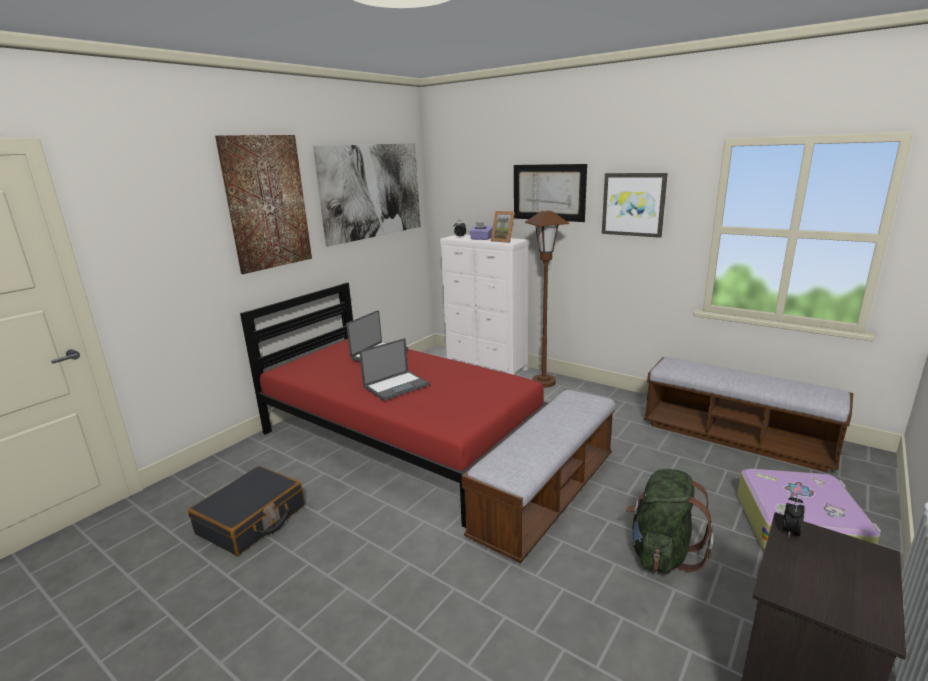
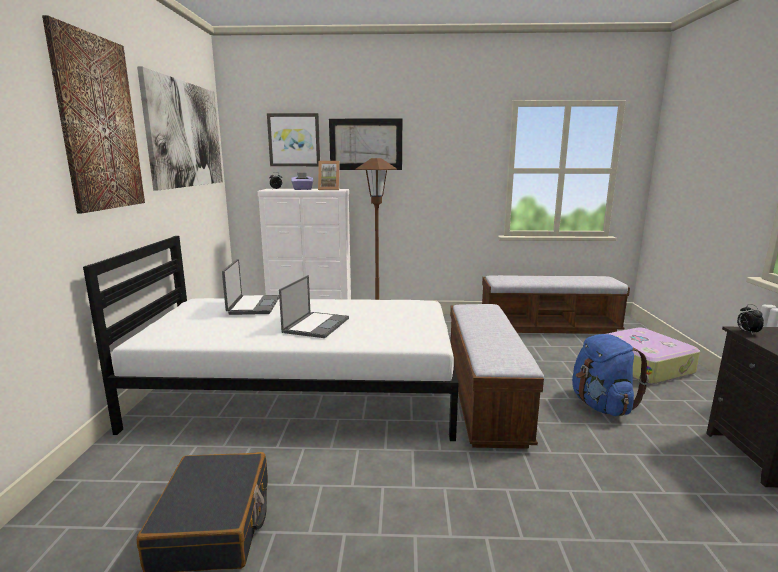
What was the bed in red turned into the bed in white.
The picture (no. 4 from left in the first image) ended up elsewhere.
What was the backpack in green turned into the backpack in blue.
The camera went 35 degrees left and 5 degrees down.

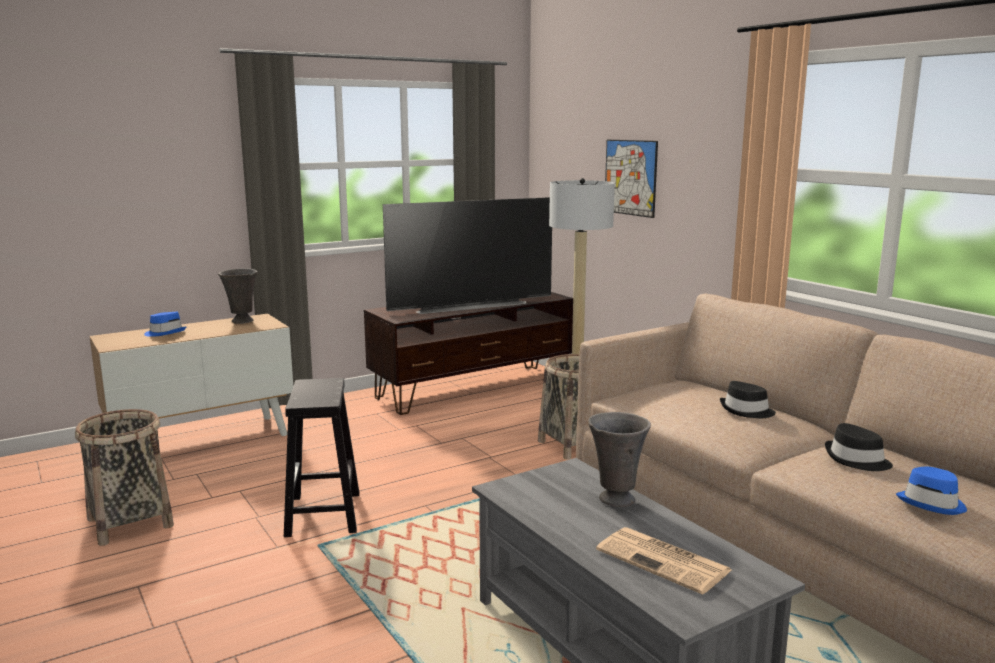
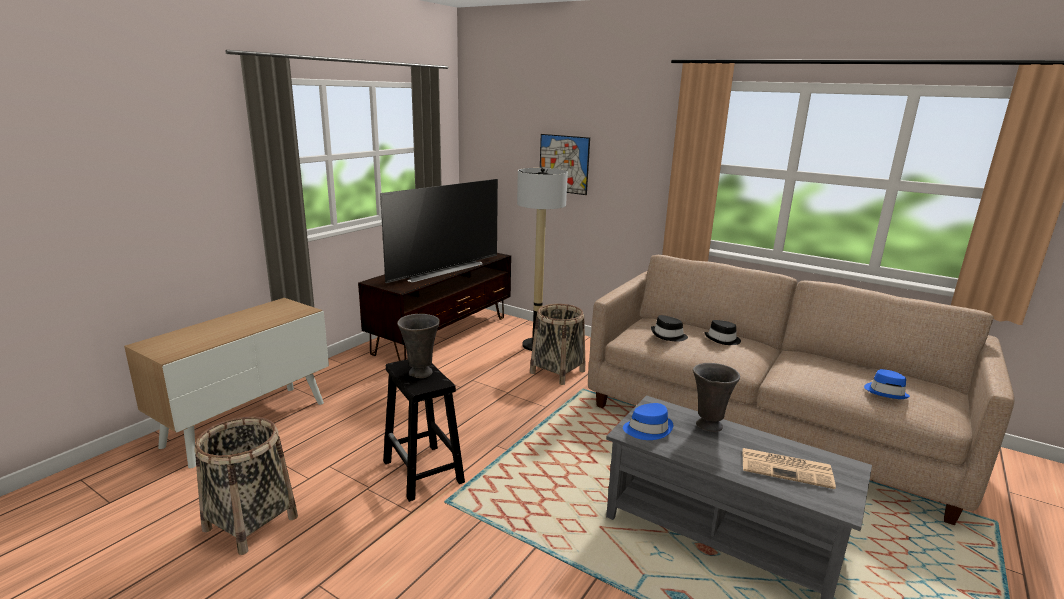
The vase in grey (no. 1 from left) ended up elsewhere.
The hat in blue (no. 1 from left) ended up elsewhere.
The hat in black (no. 2 from left in the first image) ended up elsewhere.
The camera went 25 degrees left and 5 degrees up.

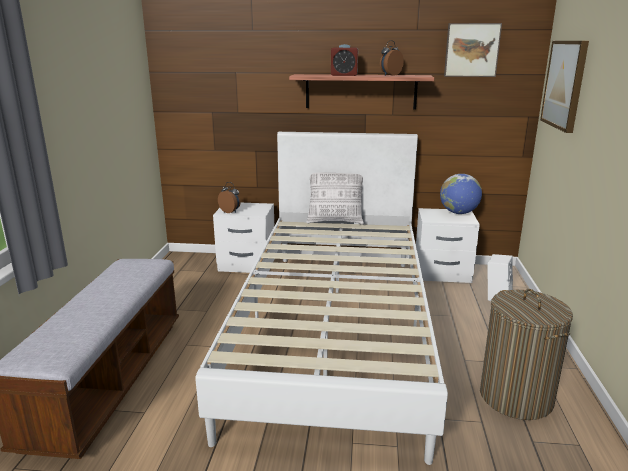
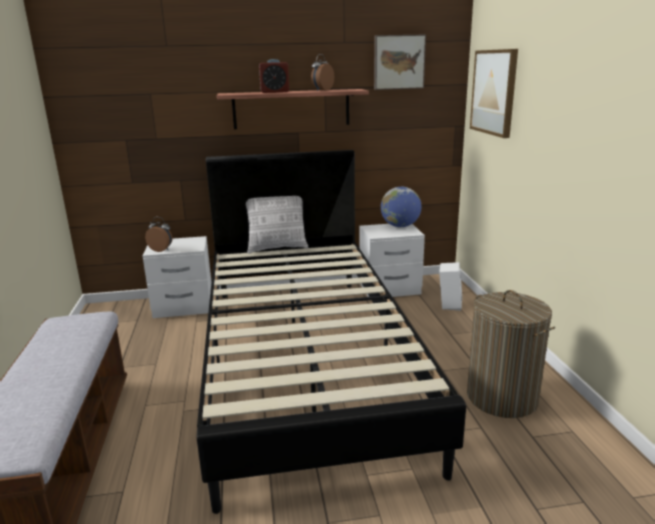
What was the bed in white turned into the bed in black.
The camera went 15 degrees left and 0 degrees up.

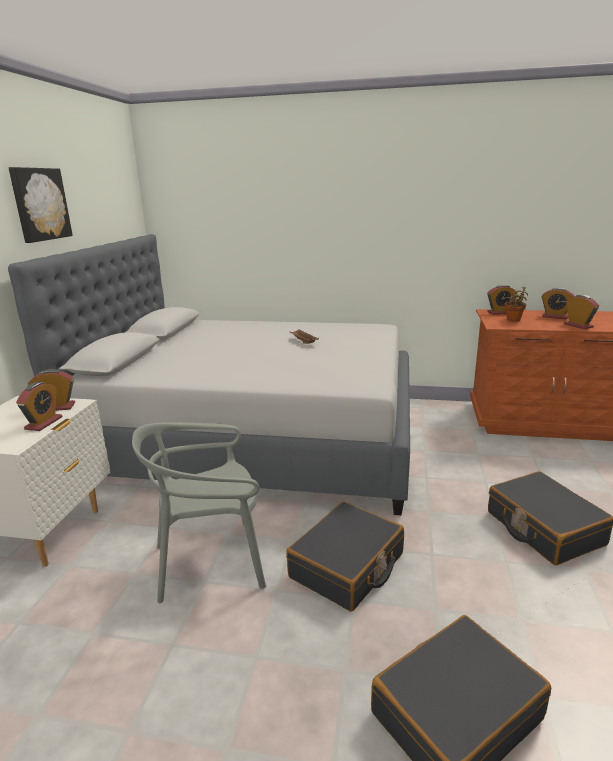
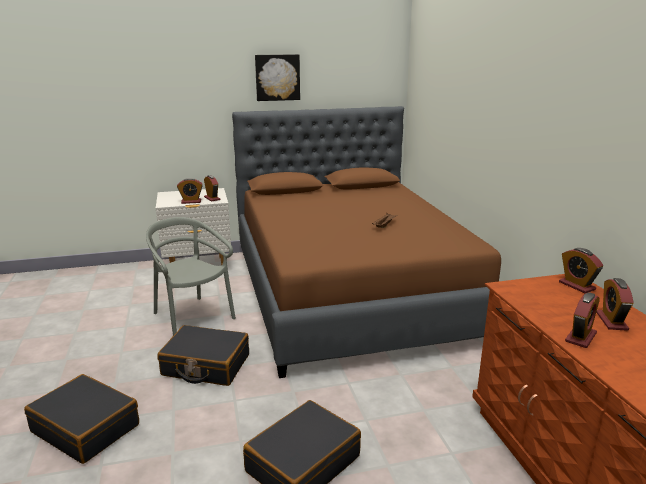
What was the bed in grey turned into the bed in brown.
The second view lost the potted plant.
The camera went 65 degrees right and 0 degrees up.

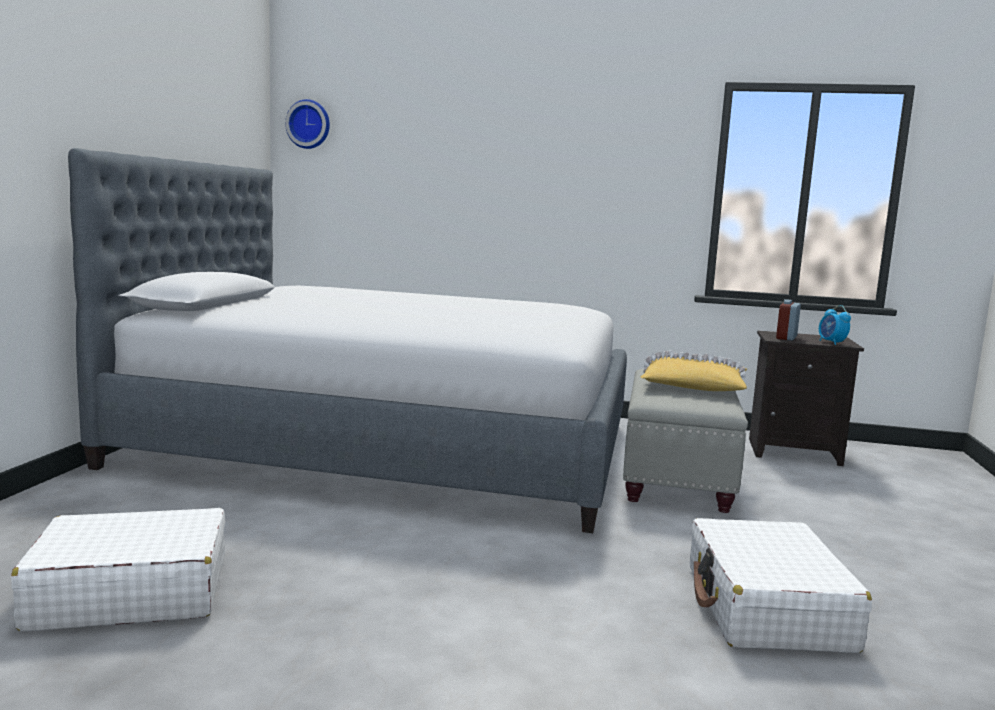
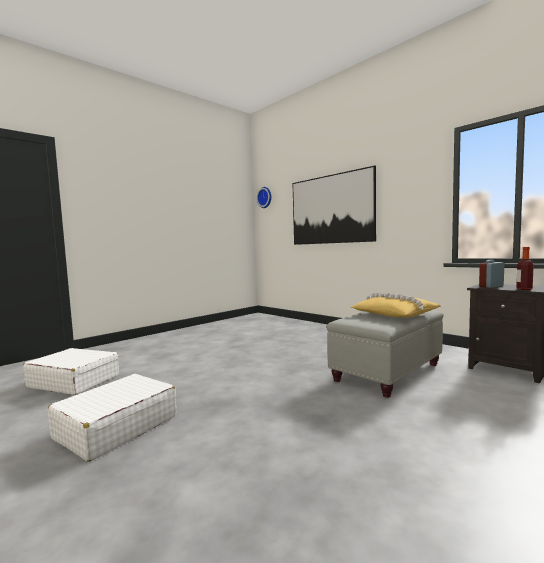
The suitcase in white (no. 2 from left) ended up elsewhere.
The second view gained the picture.
Where the alarm clock (no. 2 from left) stood, the bottle came to stand.
The second view lost the bed.
The camera went 35 degrees right and 5 degrees down.

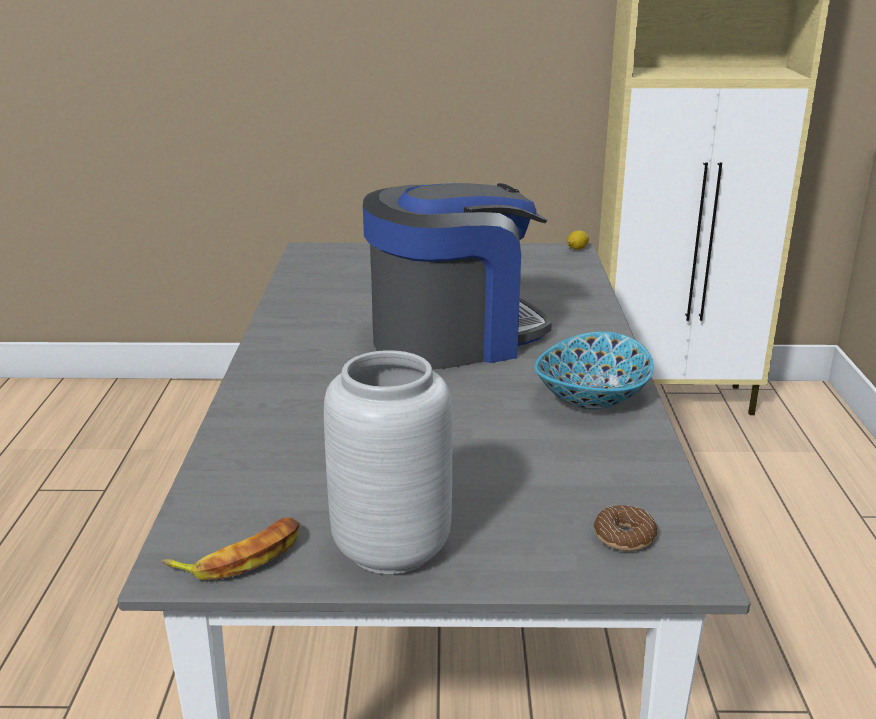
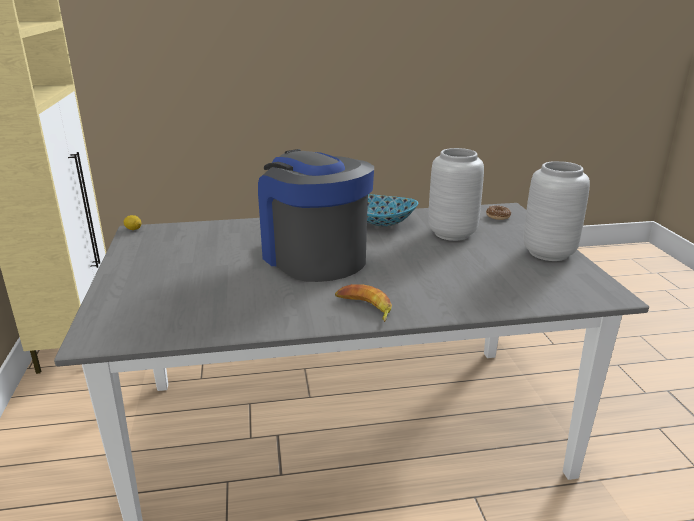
The banana ended up elsewhere.
The second view gained the vase in grey (no. 1 from left).
The camera went 100 degrees left and 0 degrees up.

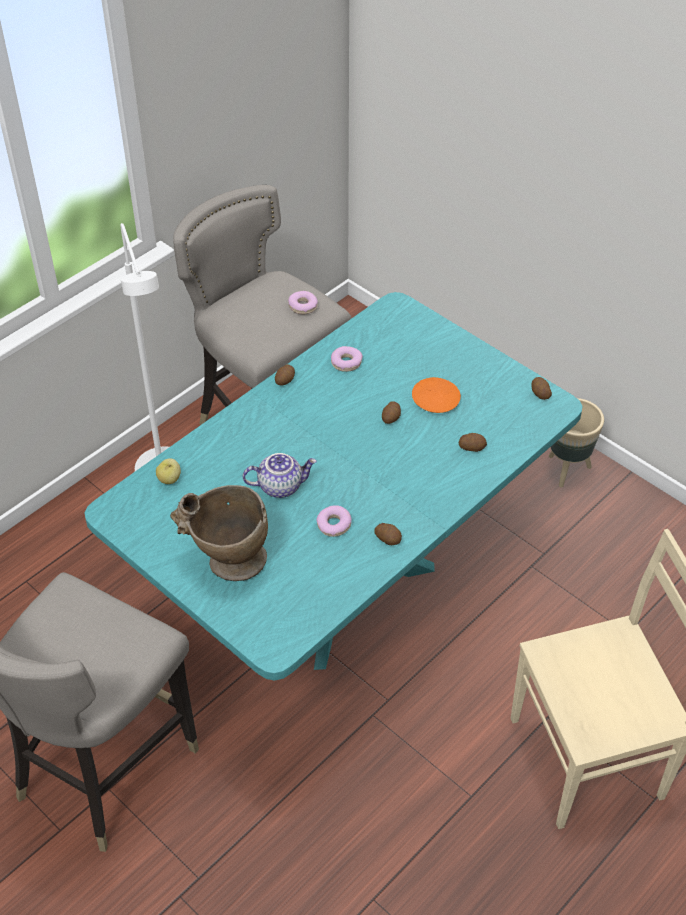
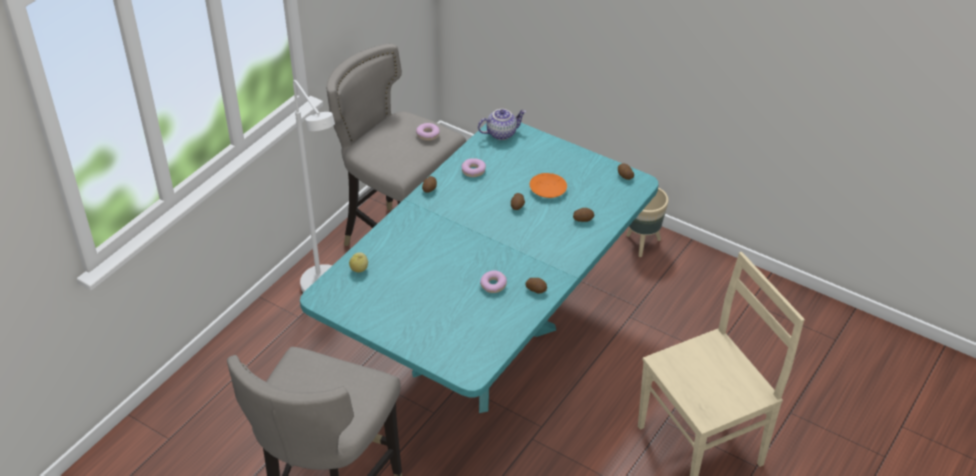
The teapot ended up elsewhere.
The second view lost the vase in beige.
The camera went 10 degrees left and 5 degrees down.

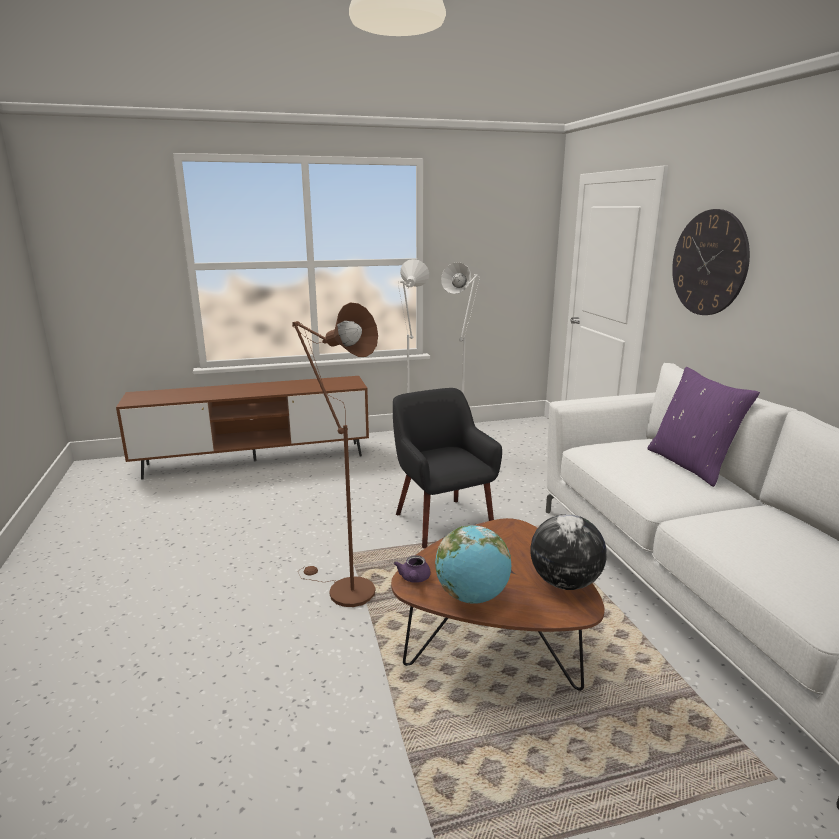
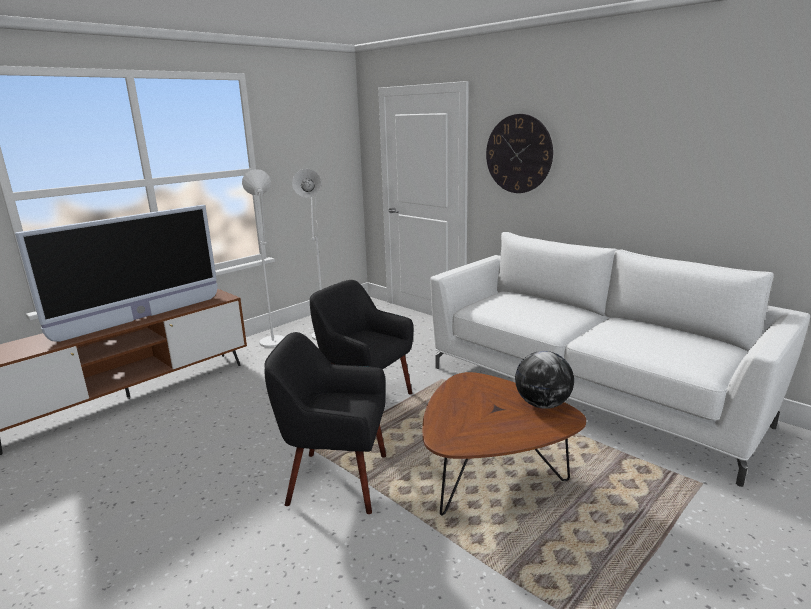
The second view gained the television.
Where the floor lamp in brown stood, the armchair in black (no. 1 from left) came to stand.
The second view lost the teapot in purple.
The second view lost the globe (no. 1 from left).
The second view lost the pillow in purple.
The camera went 30 degrees left and 0 degrees up.

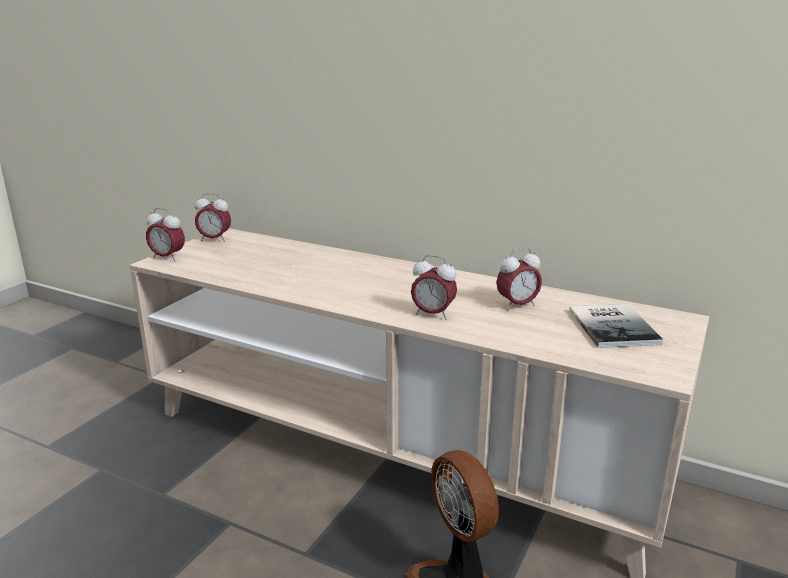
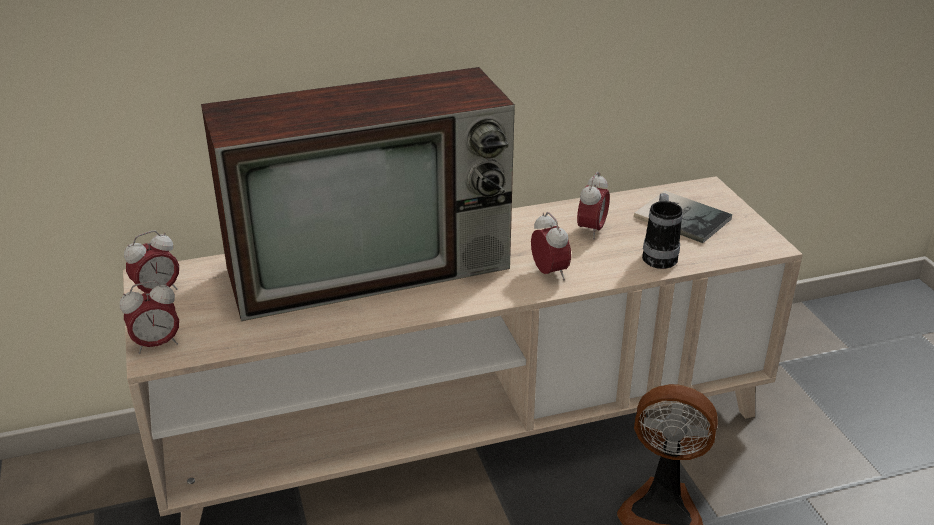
The second view gained the television.
The alarm clock (no. 3 from left) ended up facing another way, 90 degrees counterclockwise from before.
The second view gained the mug.
The camera went 45 degrees left and 10 degrees up.

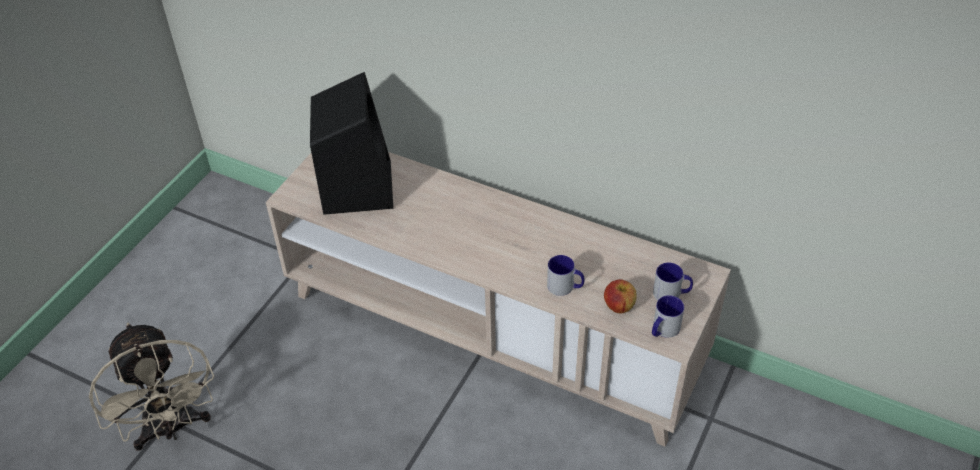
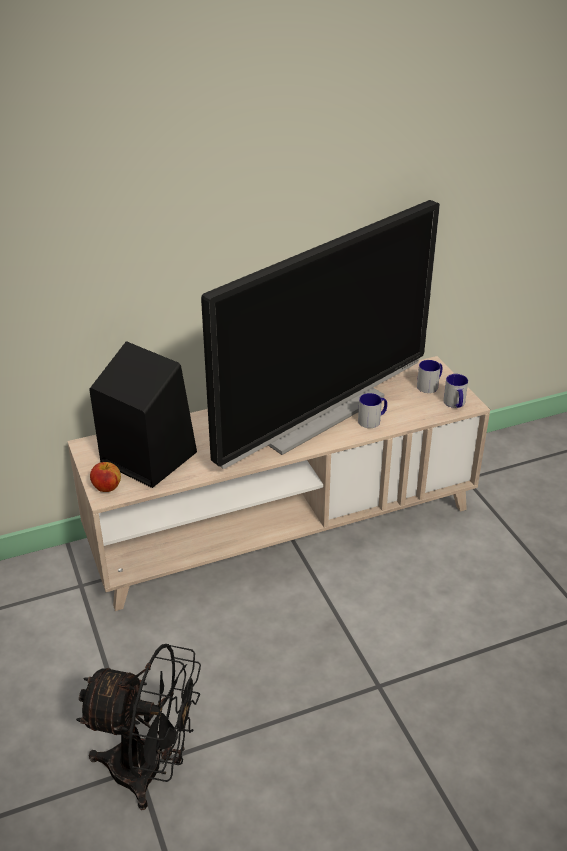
What was the fan in beige turned into the fan in black.
The apple ended up elsewhere.
The second view gained the television.
The camera went 50 degrees left and 10 degrees down.

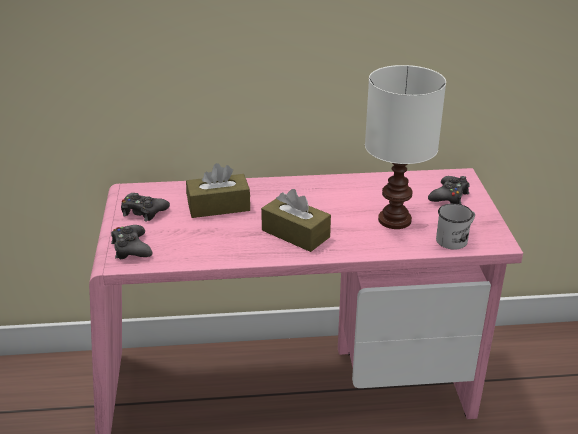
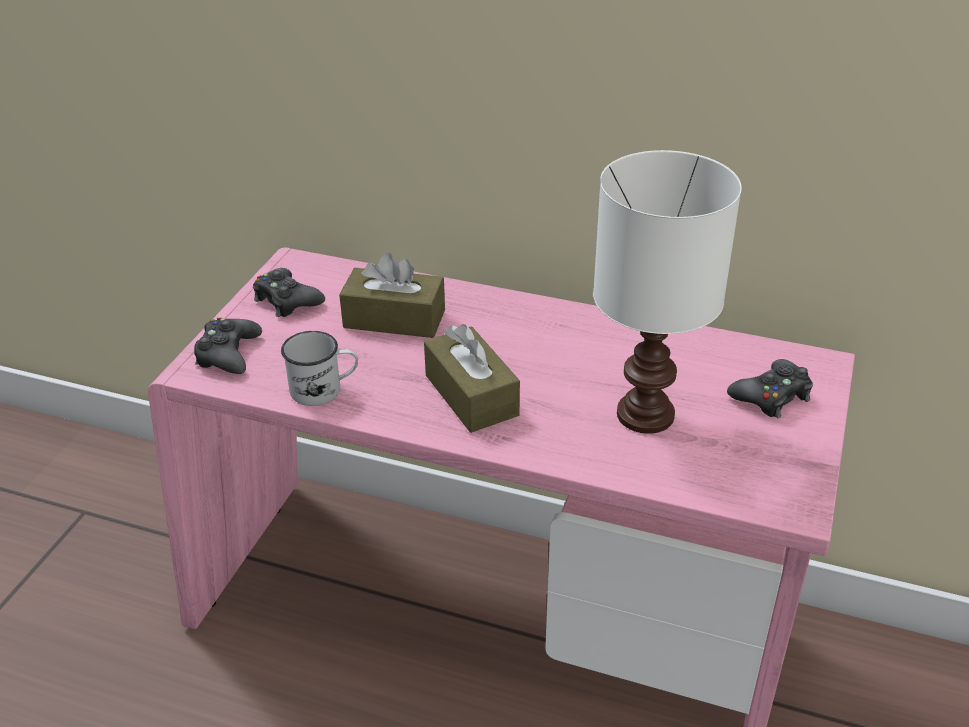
The mug in white ended up elsewhere.
The camera went 25 degrees right and 5 degrees up.

